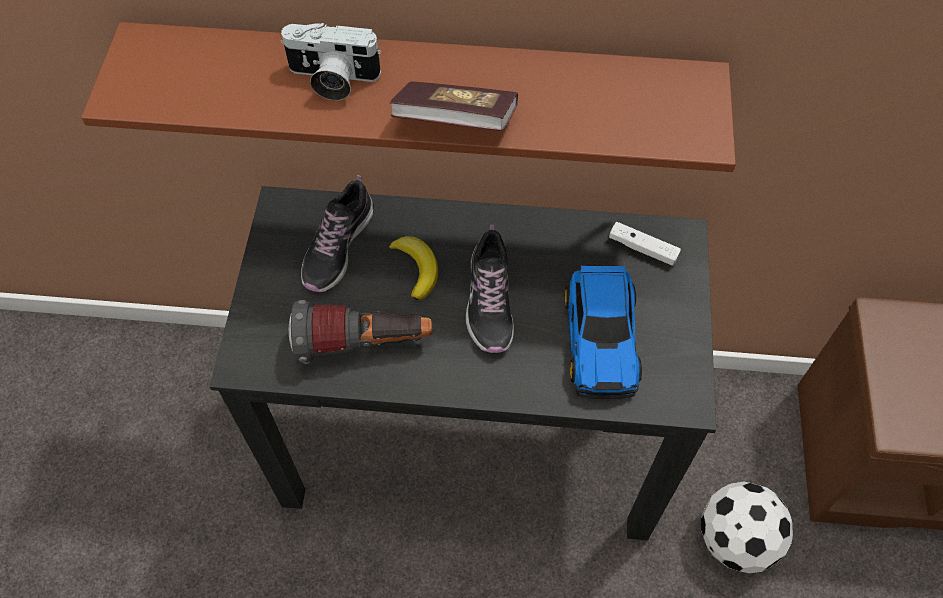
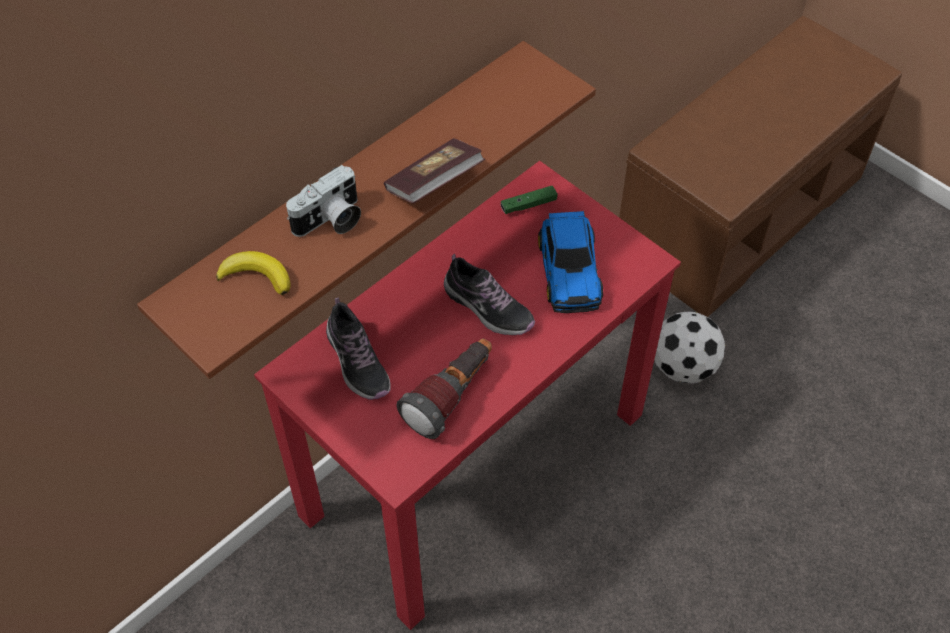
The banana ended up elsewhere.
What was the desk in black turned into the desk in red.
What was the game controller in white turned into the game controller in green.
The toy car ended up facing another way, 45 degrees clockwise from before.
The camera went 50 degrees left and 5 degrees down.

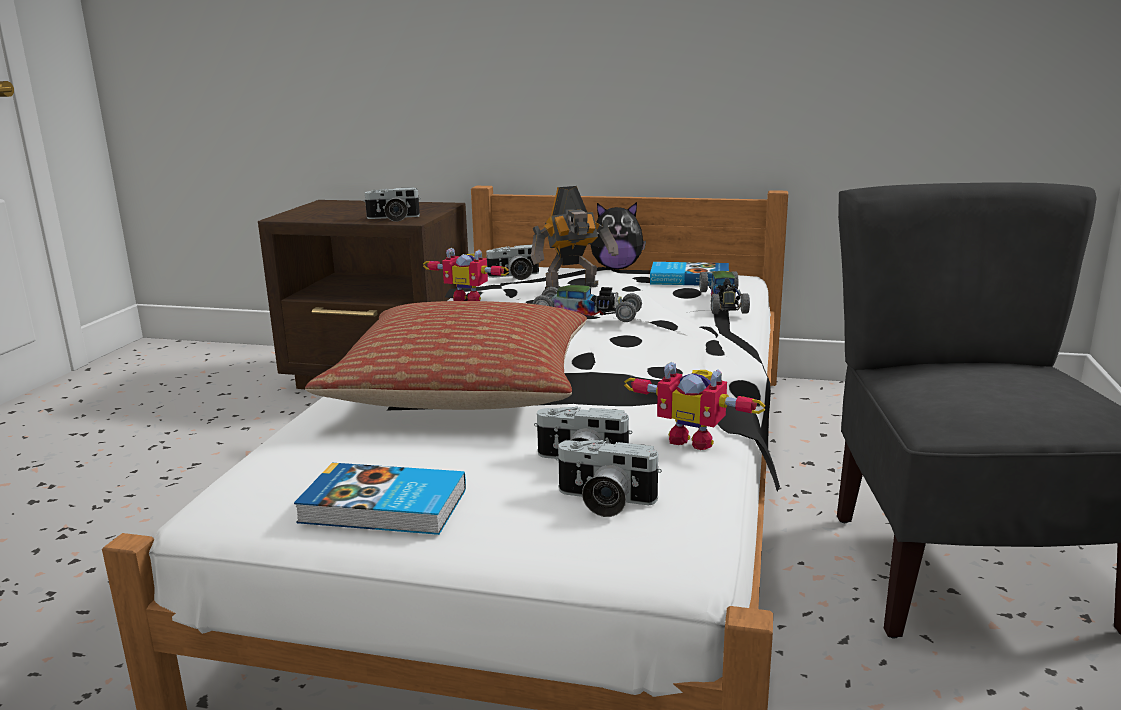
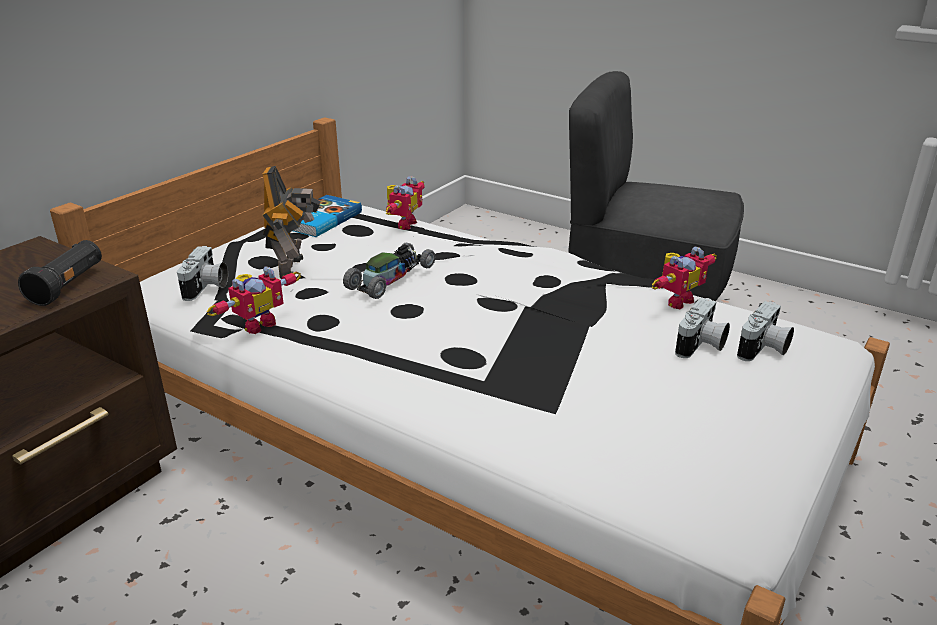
Where the photo camera (no. 1 from left) stood, the flashlight in black came to stand.
Where the toy car (no. 2 from left) stood, the toy robot (no. 3 from left) came to stand.
The second view lost the book (no. 1 from left).
The second view lost the pillow.
The second view lost the plush toy.
The camera went 70 degrees left and 10 degrees up.

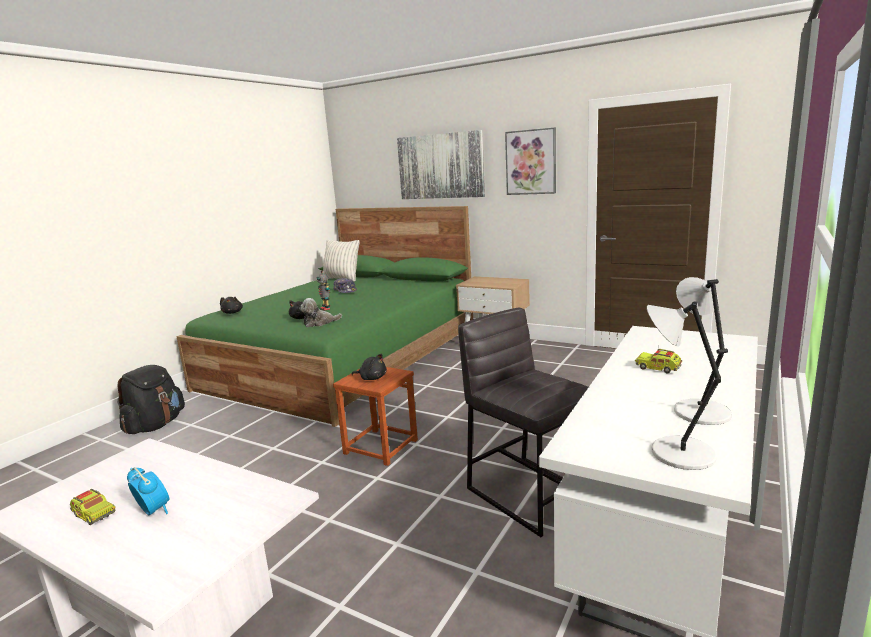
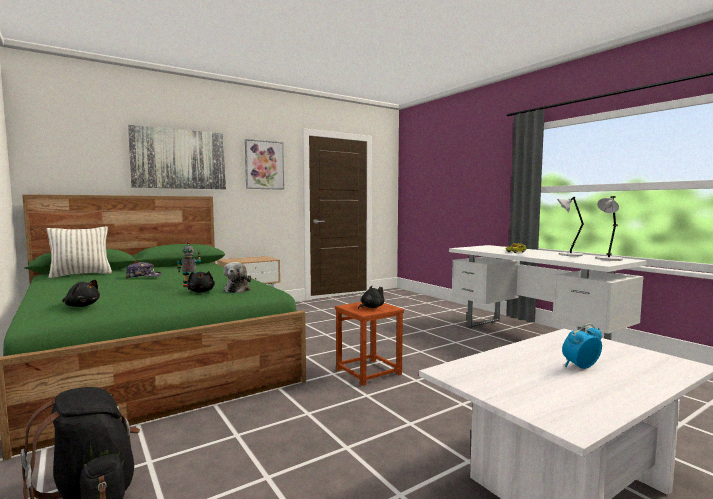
The second view lost the toy truck (no. 1 from left).
The second view lost the stool in grey.
The camera went 65 degrees left and 10 degrees down.

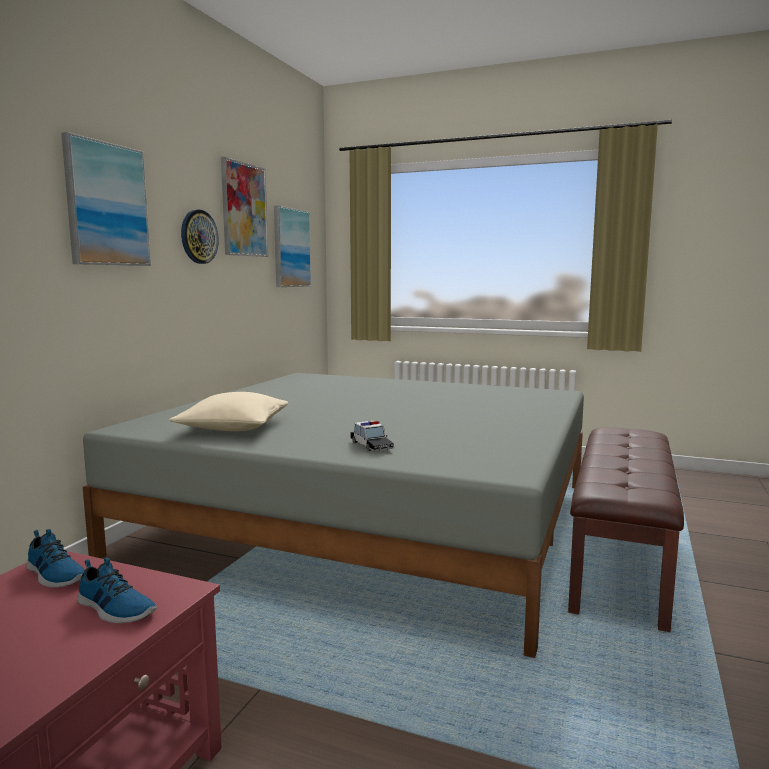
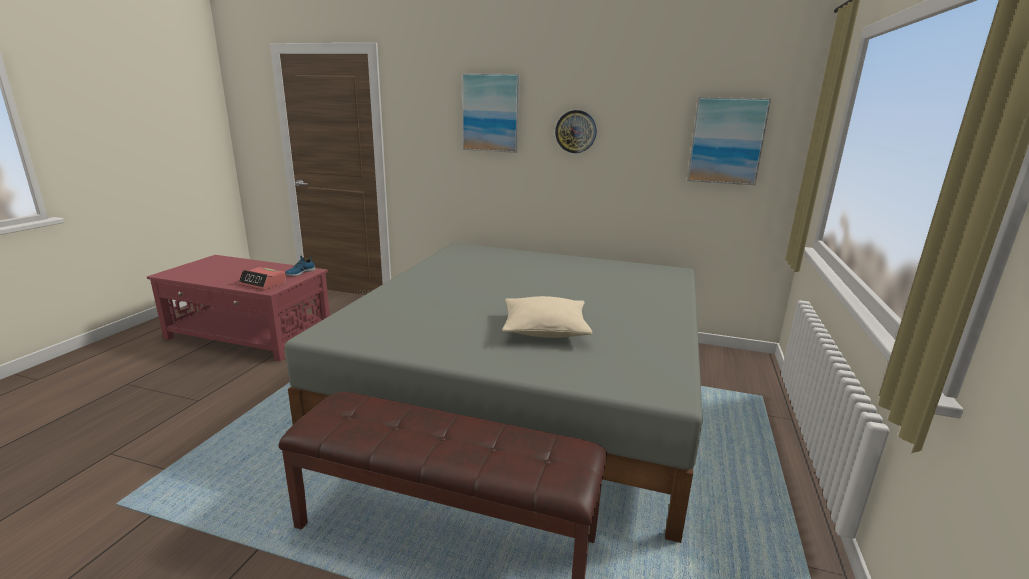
Where the shoe (no. 2 from left) stood, the alarm clock came to stand.
The pillow in beige ended up elsewhere.
The second view lost the picture (no. 2 from left).
The second view lost the toy car.
The camera went 85 degrees right and 10 degrees up.

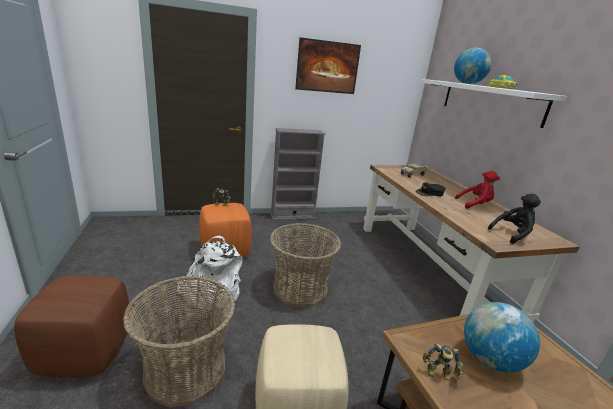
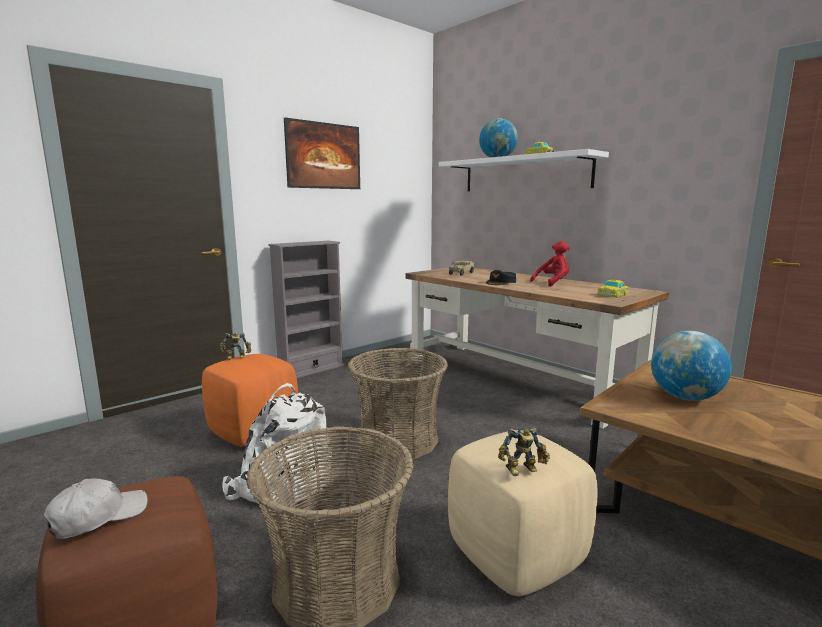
The second view gained the cap in white.
The toy robot (no. 2 from left) ended up elsewhere.
Where the plush toy in black stood, the toy car (no. 2 from left) came to stand.
The camera went 25 degrees left and 10 degrees down.

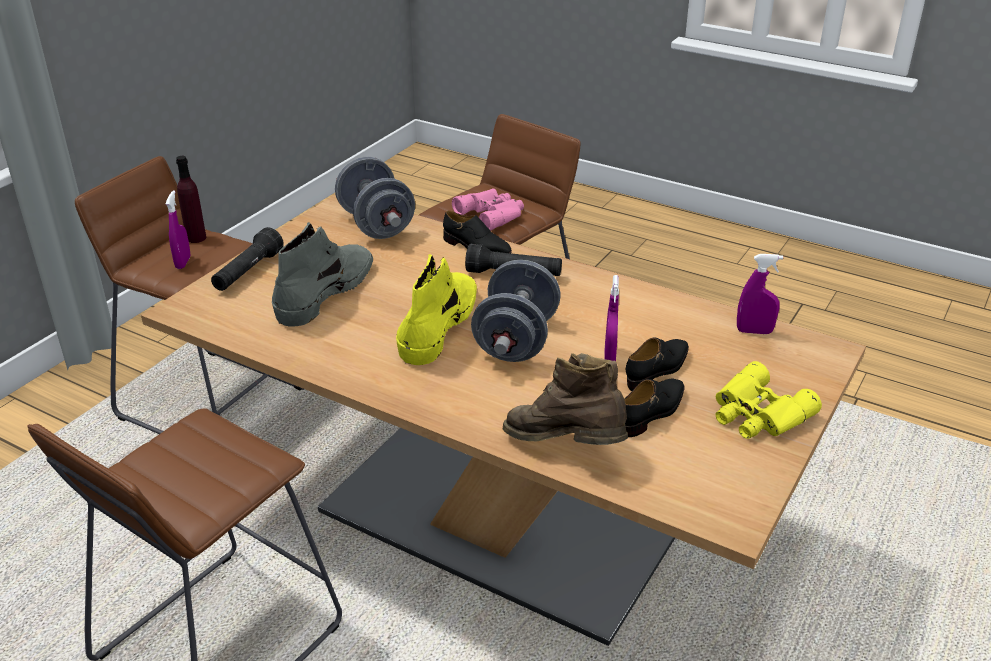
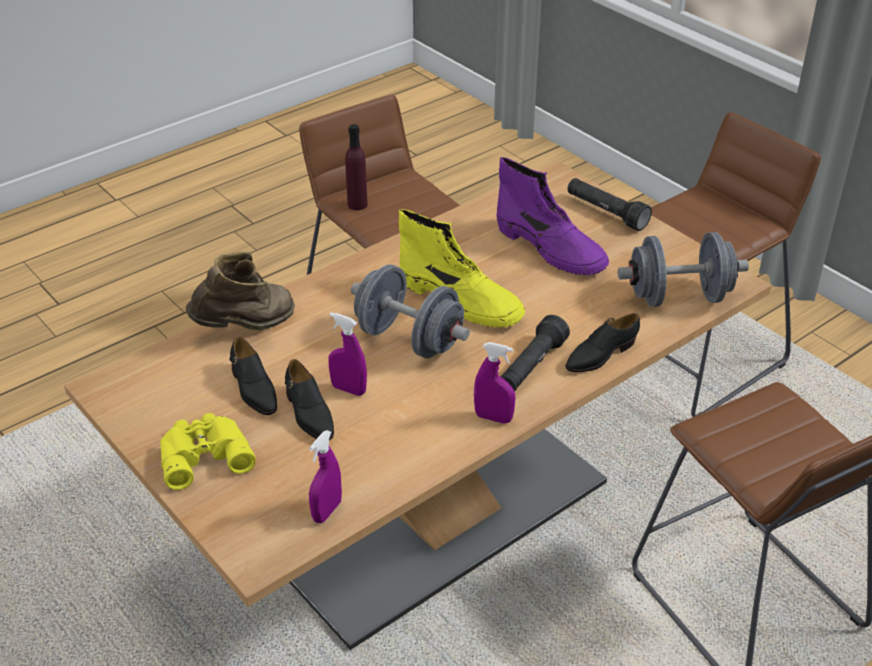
The bottle in purple ended up elsewhere.
The spray bottle in purple (no. 1 from left in the first image) ended up elsewhere.
What was the boot in grey turned into the boot in purple.
The second view lost the binoculars in pink.
The camera went 110 degrees right and 5 degrees up.

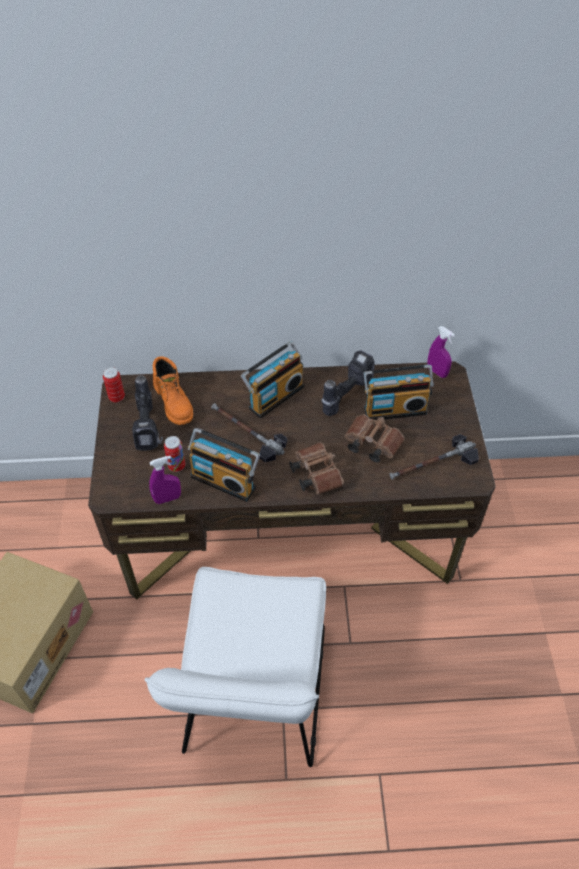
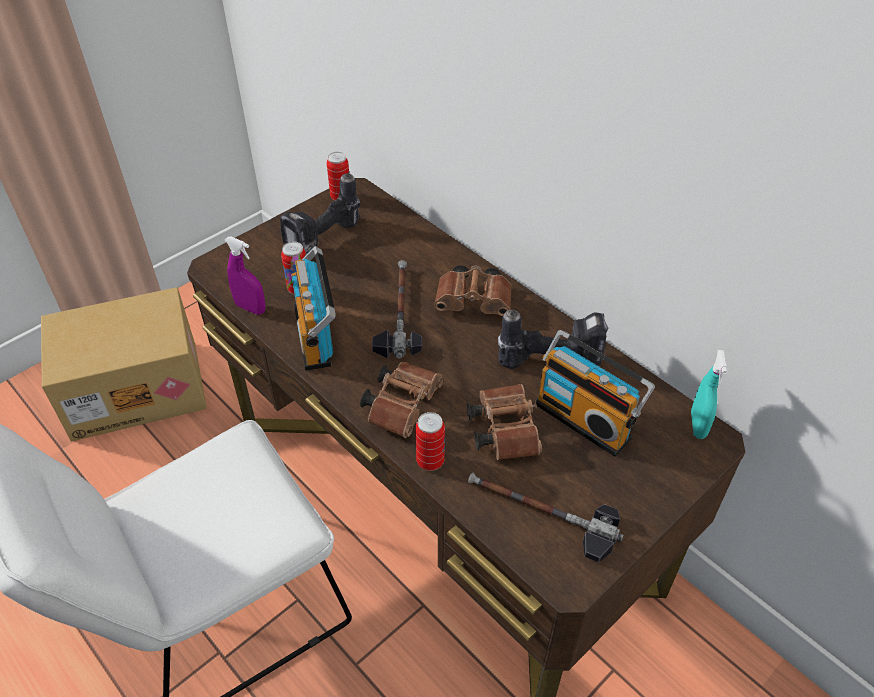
The second view gained the can (no. 3 from left).
Where the radio (no. 2 from left) stood, the binoculars in brown (no. 2 from left) came to stand.
What was the spray bottle in purple (no. 2 from left) turned into the spray bottle in turquoise.
The second view lost the boot in orange.
The camera went 50 degrees right and 5 degrees down.

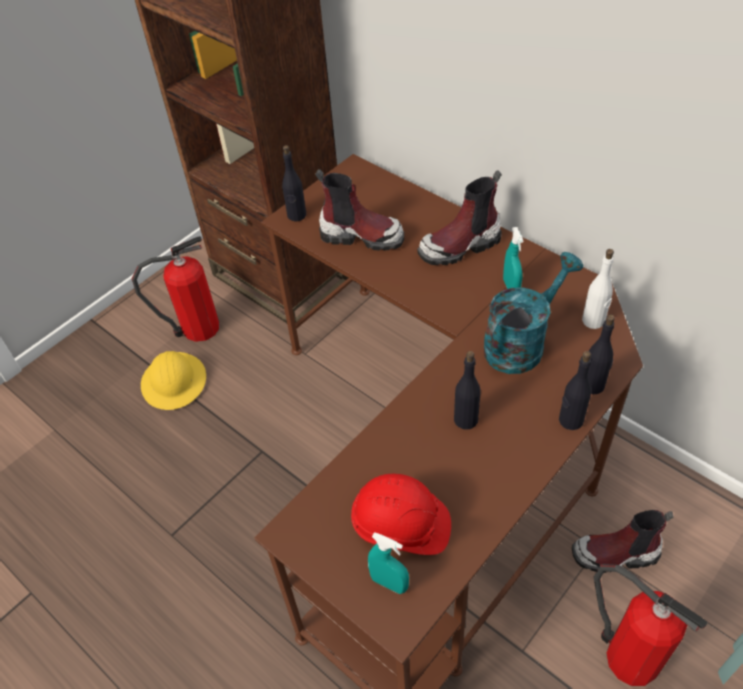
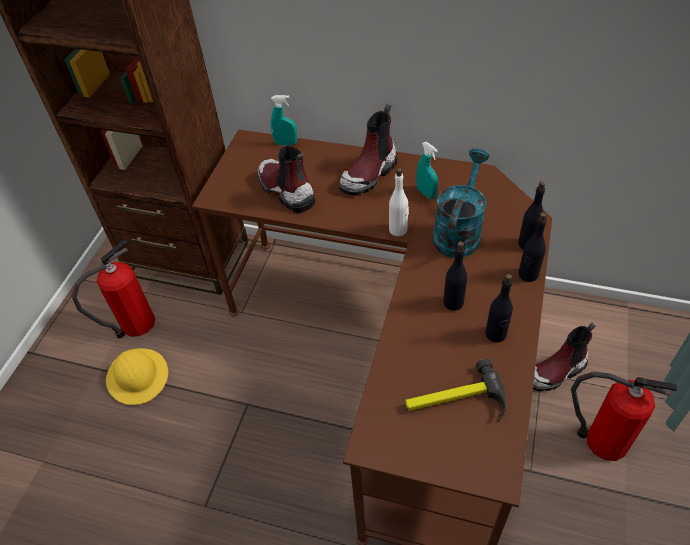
The boot (no. 1 from left) ended up facing another way, 120 degrees counterclockwise from before.
The spray bottle in turquoise (no. 1 from left) ended up elsewhere.
The bottle in white ended up elsewhere.
Where the hard hat in red stood, the hammer came to stand.
The bottle in black (no. 1 from left in the first image) ended up elsewhere.
The camera went 25 degrees left and 0 degrees up.

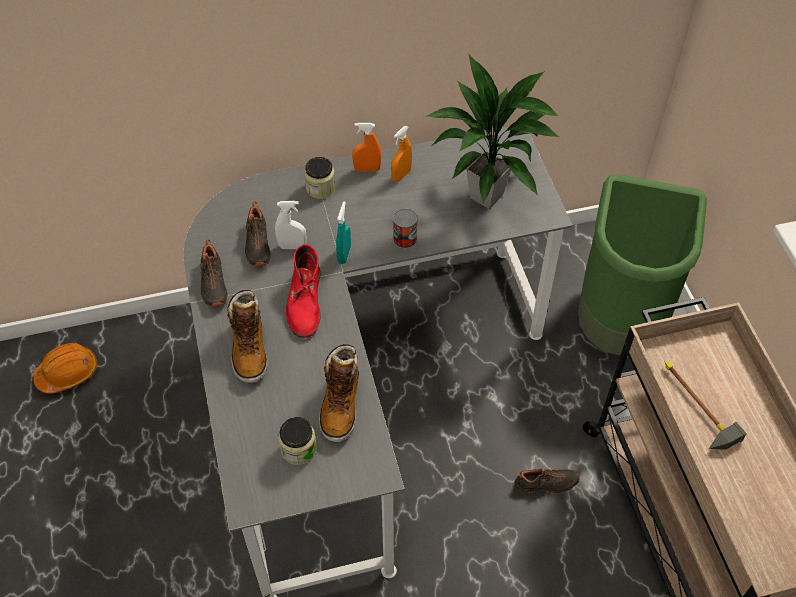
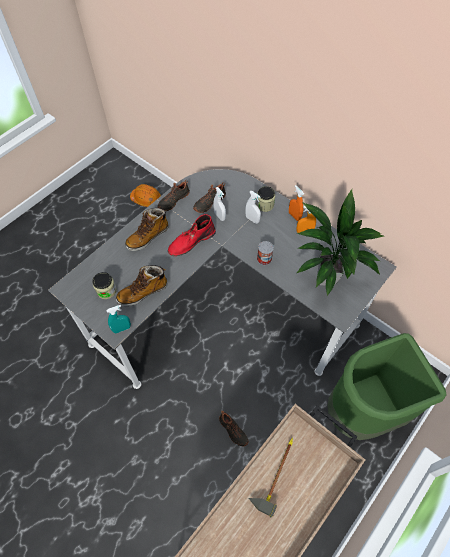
The spray bottle in turquoise ended up elsewhere.
The second view gained the spray bottle in white (no. 2 from left).
The camera went 55 degrees right and 5 degrees up.

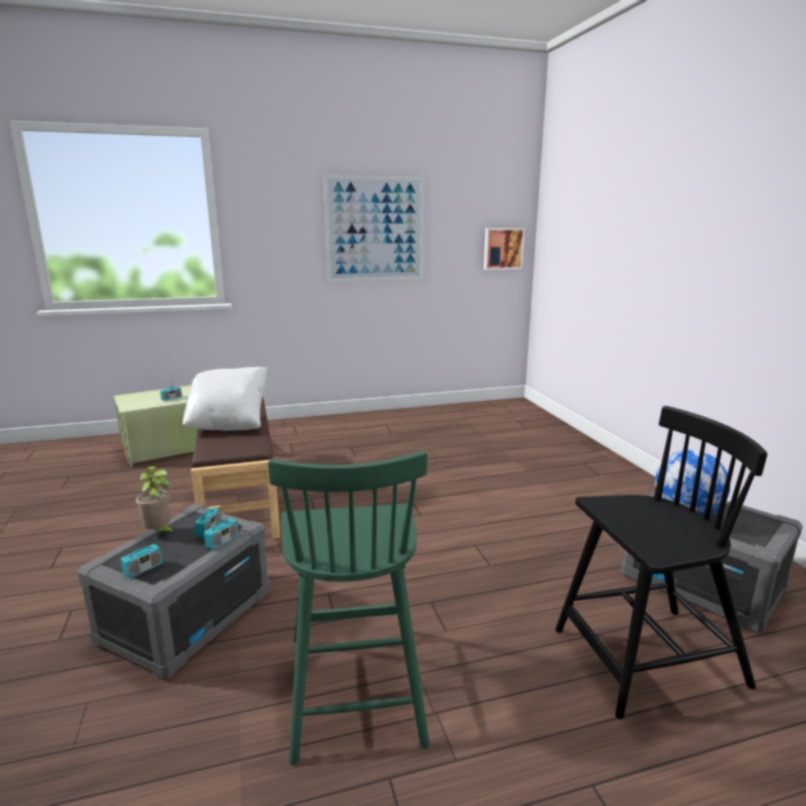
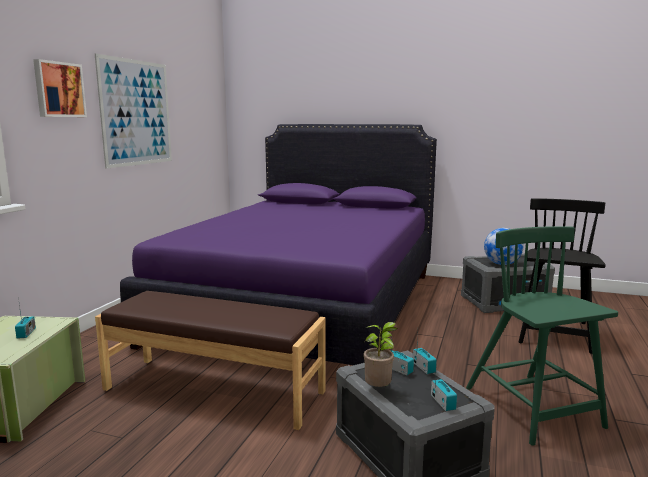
The picture (no. 2 from left in the first image) ended up elsewhere.
The second view gained the bed in purple.
The chair in green ended up facing another way, 135 degrees counterclockwise from before.
The second view lost the pillow in white.
The camera went 55 degrees left and 5 degrees down.

